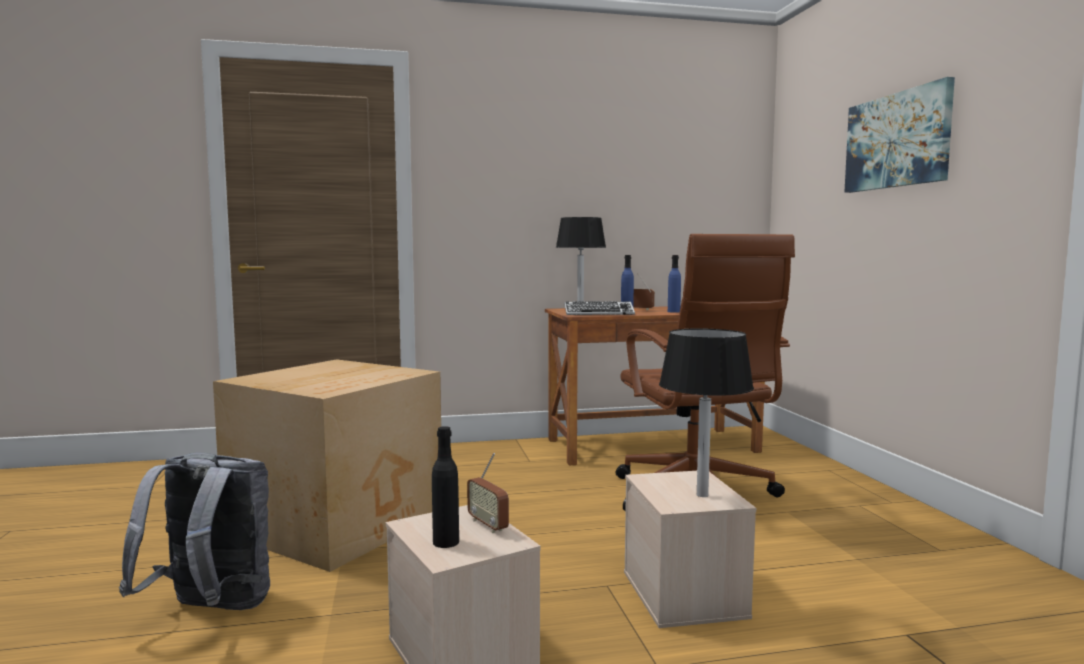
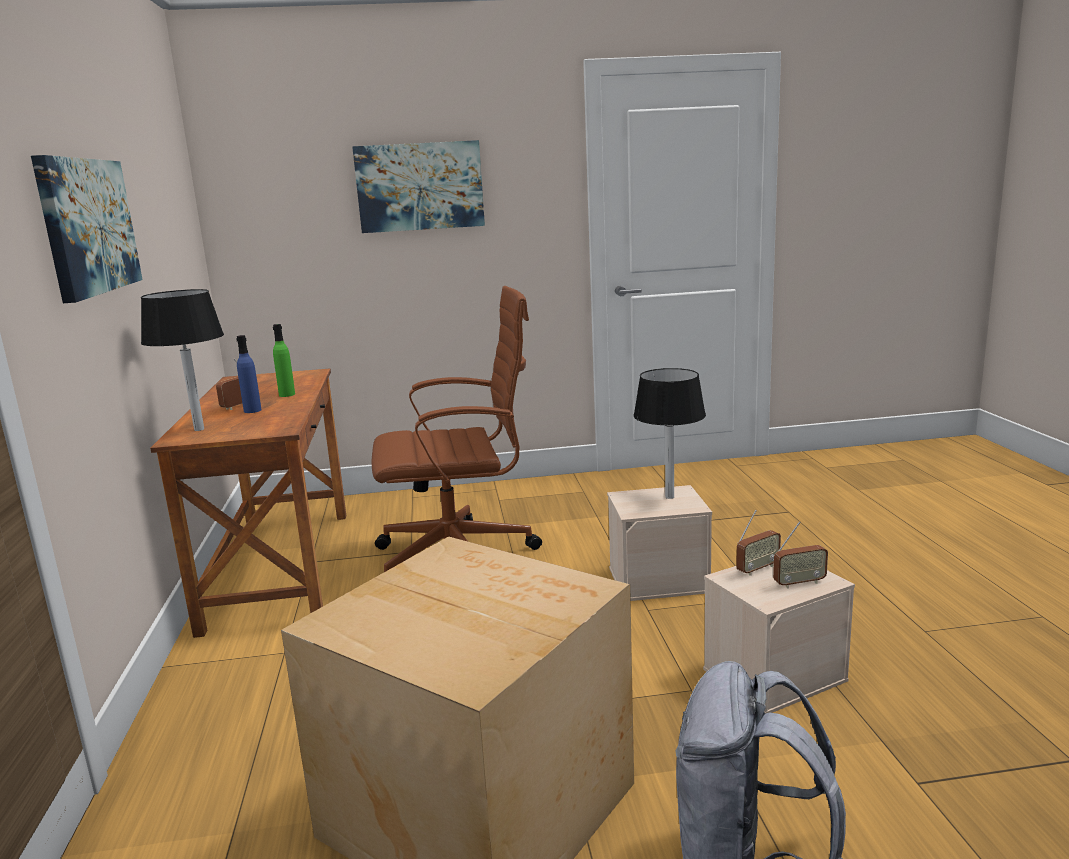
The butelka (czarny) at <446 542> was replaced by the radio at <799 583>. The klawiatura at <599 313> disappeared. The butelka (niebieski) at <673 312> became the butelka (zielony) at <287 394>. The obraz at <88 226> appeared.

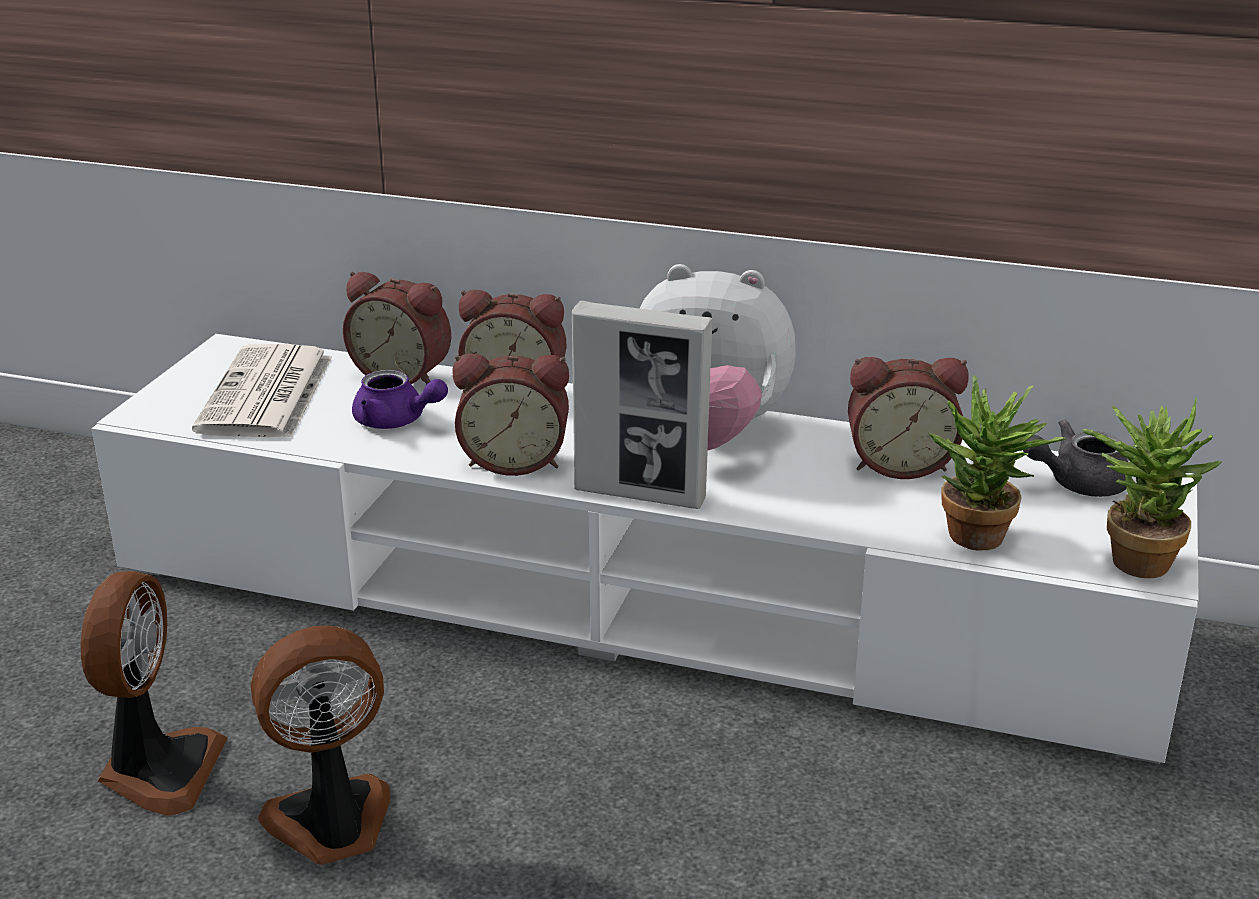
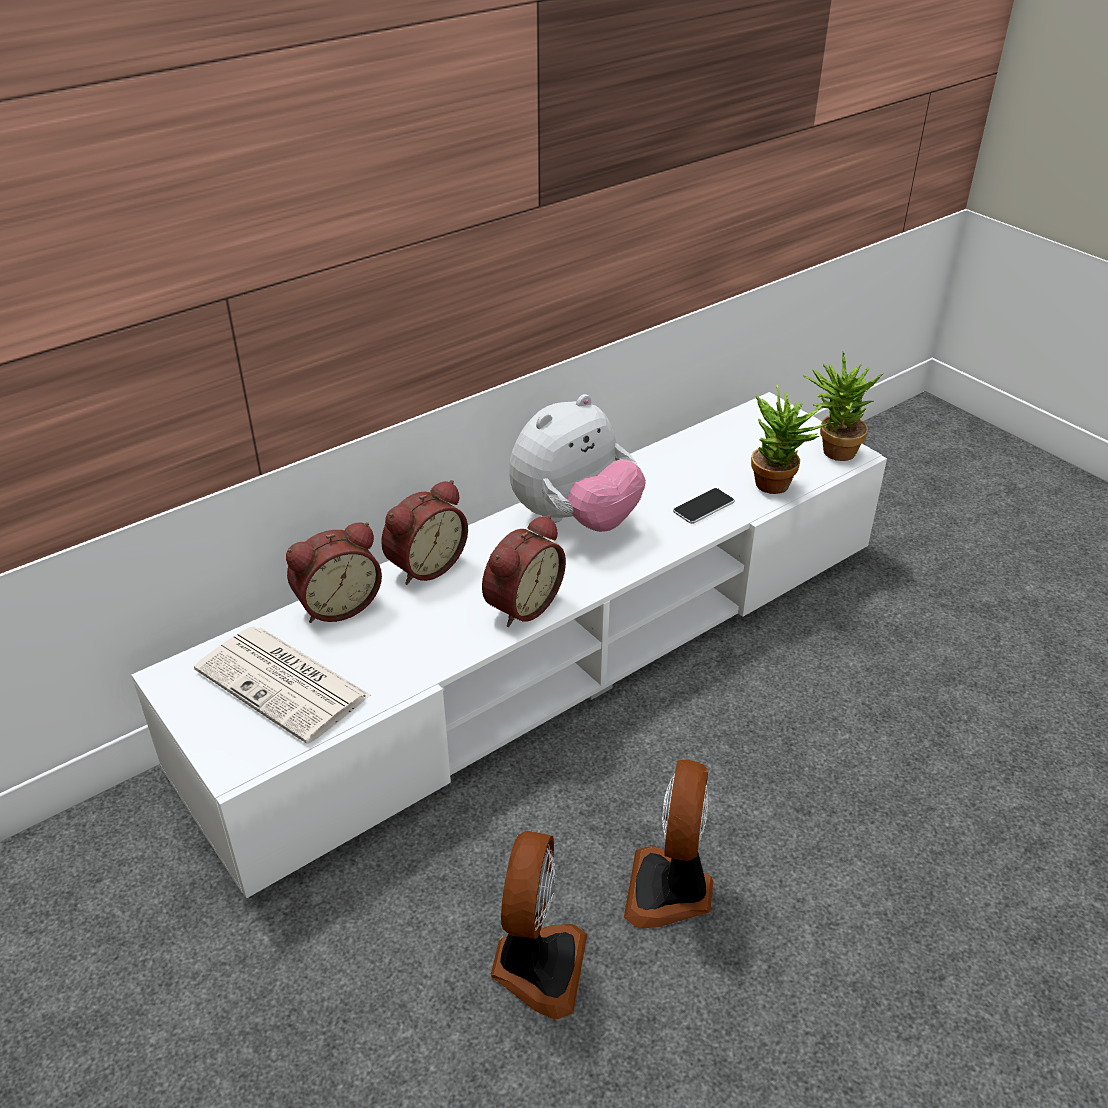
The wentylator at <158 770> turned 60 degrees clockwise. The imbryk (fioletowy) at <397 421> disappeared. The ramka na zdjęcie at <640 494> disappeared. The budzik at <899 463> disappeared. The imbryk (szary) at <1076 483> disappeared. The telefon at <703 507> appeared.

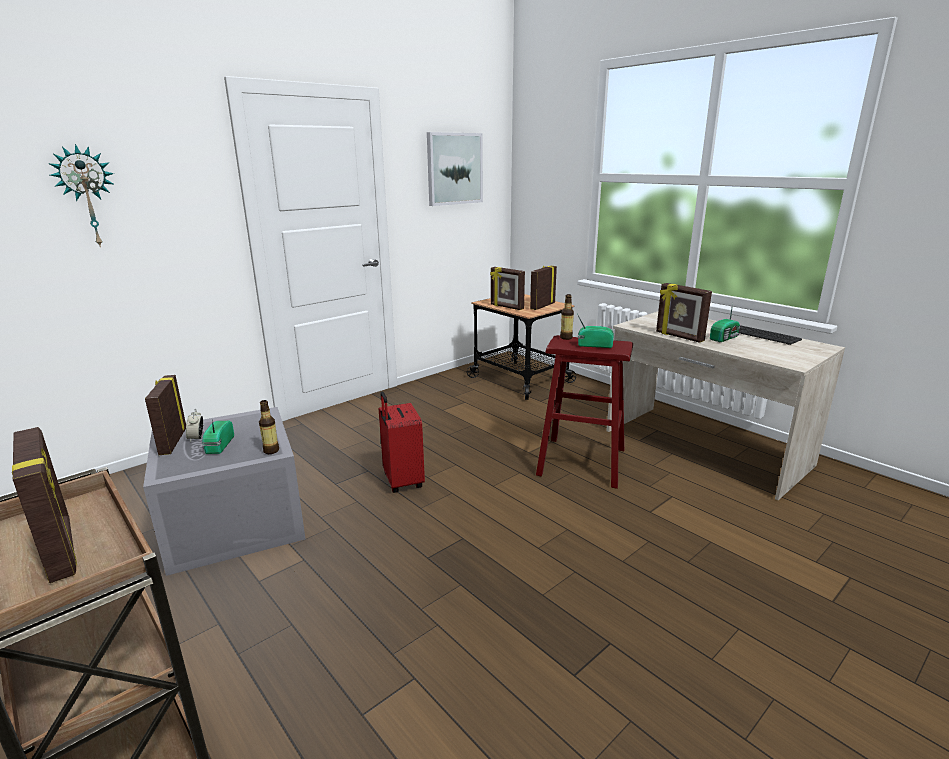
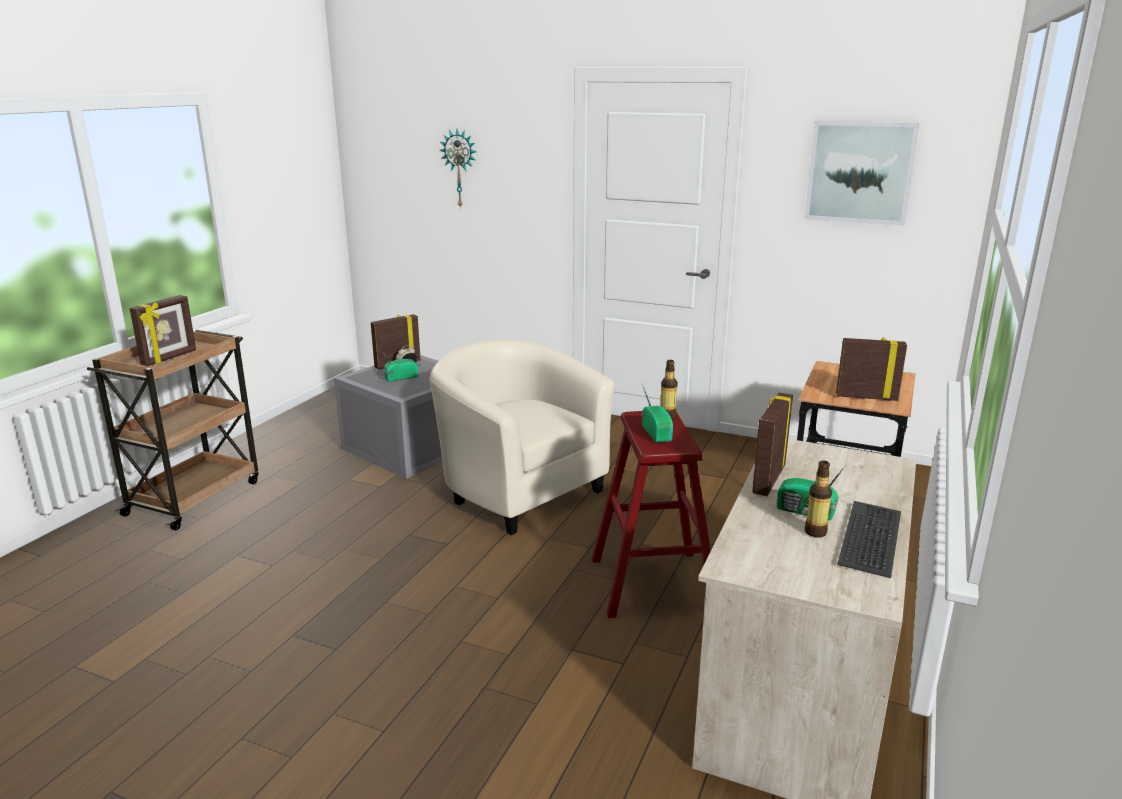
The butelka moved from <271 451> to <815 532>. The walizka (czerwony) at <402 482> was replaced by the fotel (beżowy) at <518 491>. The ramka na zdjęcie at <506 307> disappeared.

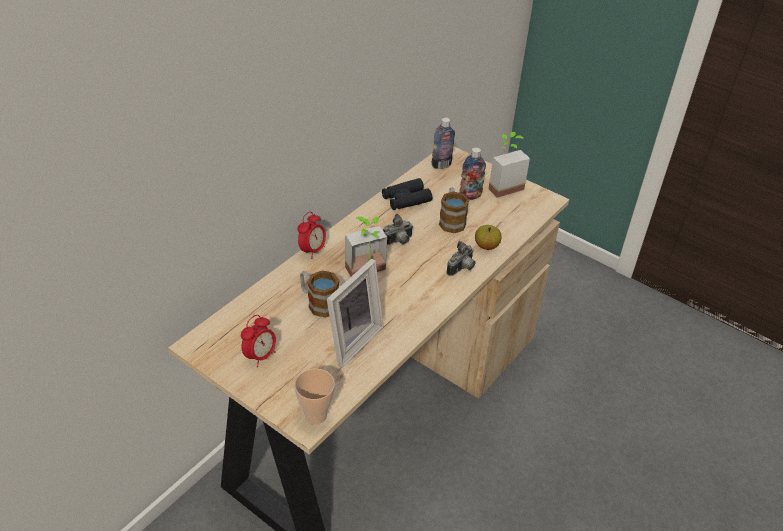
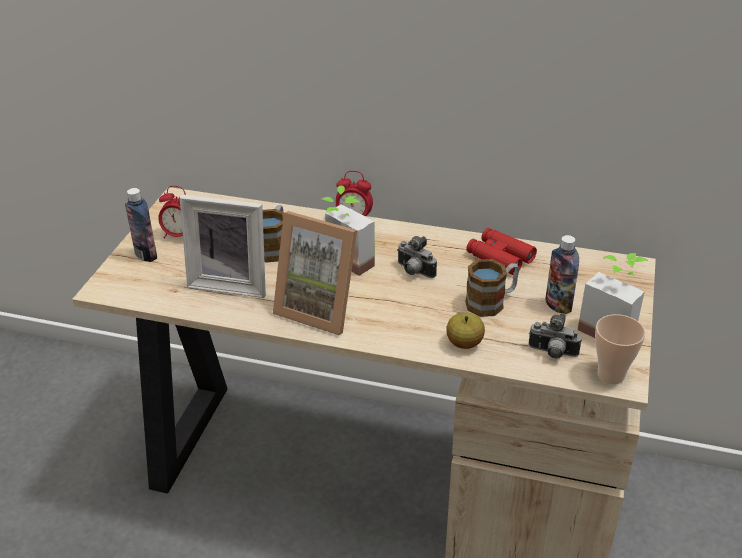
The filiżanka moved from <315 415> to <611 375>. The lornetka (czarny) at <406 199> became the lornetka (czerwony) at <500 257>. The butelka moved from <441 165> to <146 255>. The aparat fotograficzny moved from <462 269> to <552 353>. The ramka na zdjęcie at <320 308> appeared.

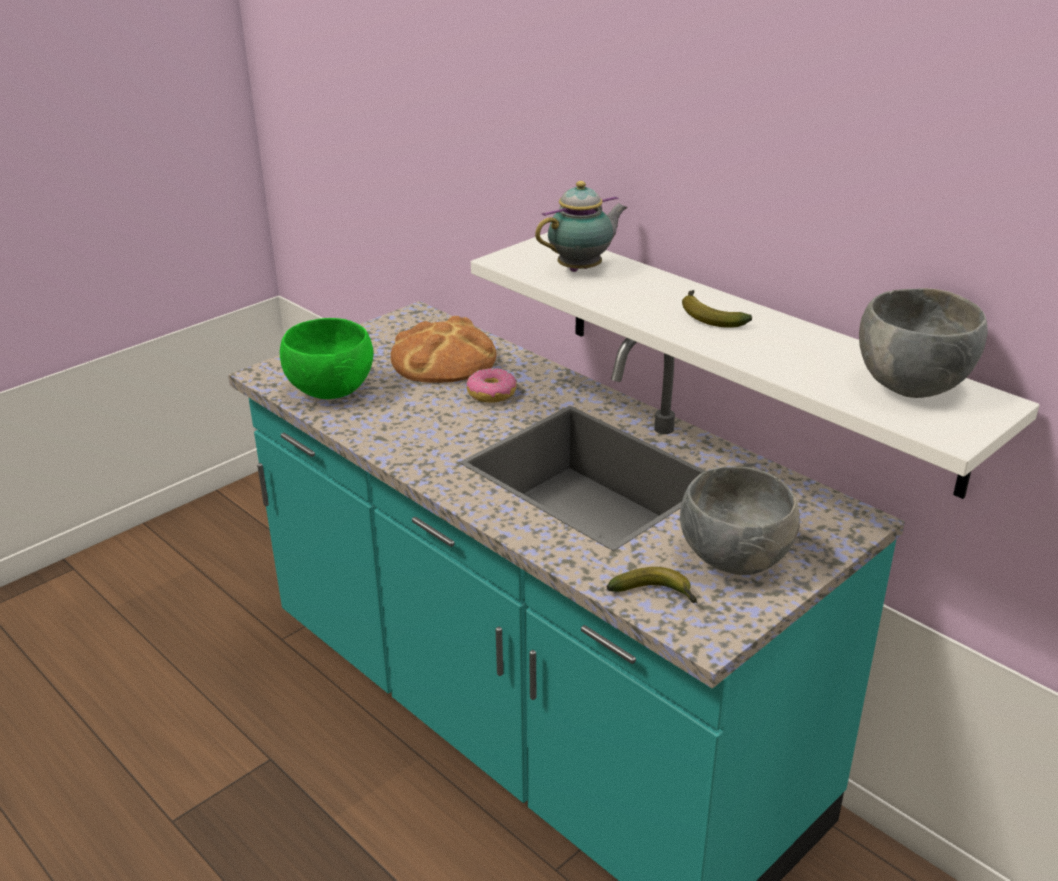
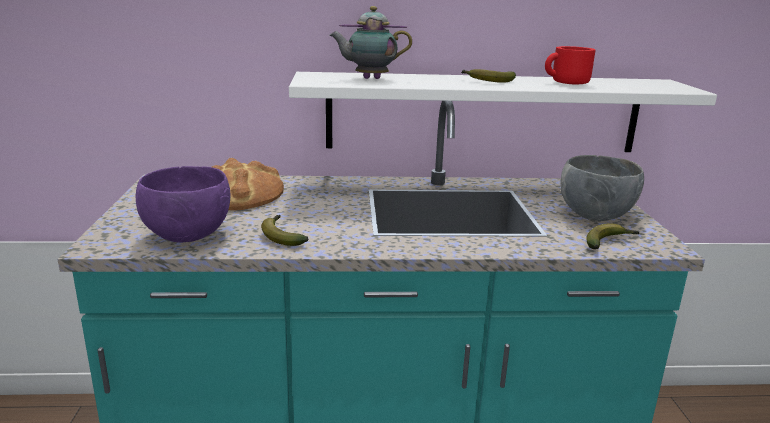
The miska (zielony) at <330 390> became the miska (fioletowy) at <187 235>. The donut at <491 394> disappeared. The imbryk at <582 269> turned 105 degrees counterclockwise. The miska (szary) at <910 386> disappeared. The banan at <282 236> appeared. The kubek (czerwony) at <567 83> appeared.

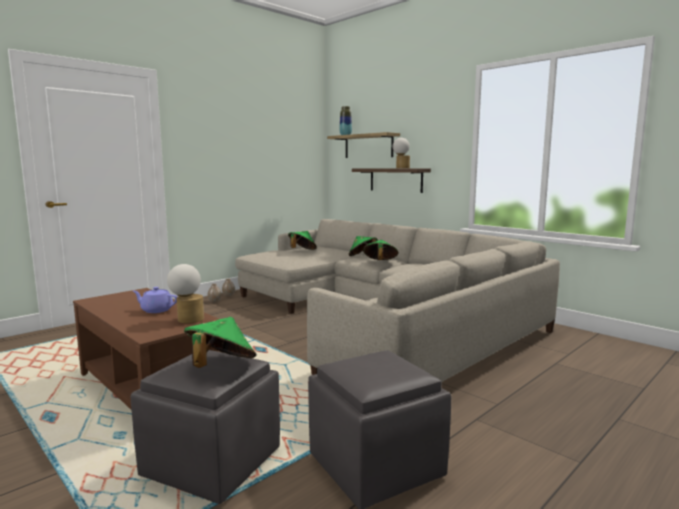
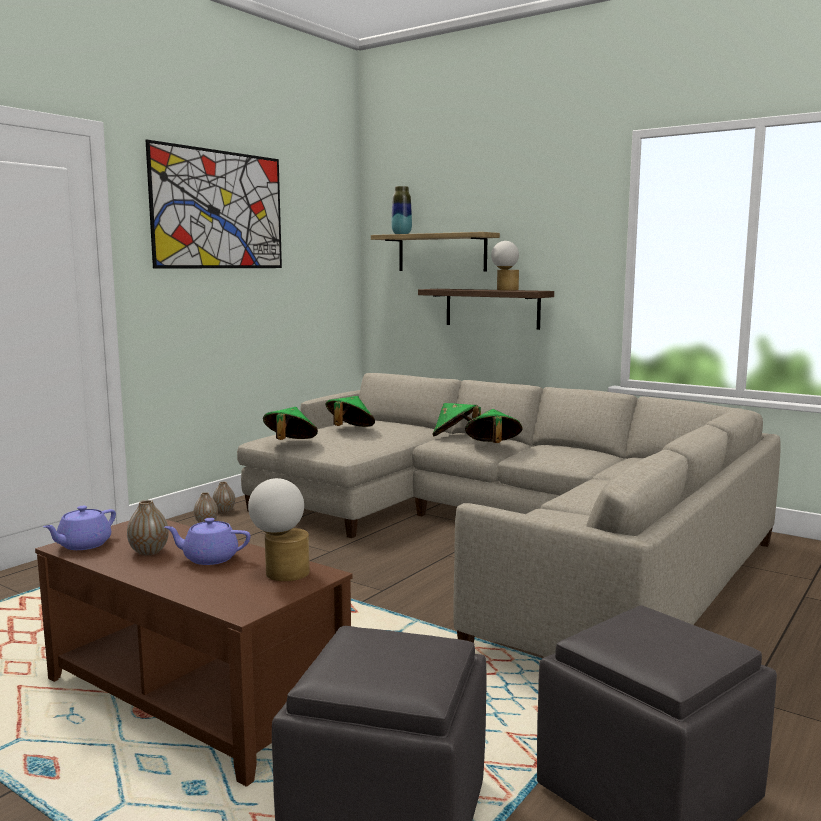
The kapelusz (zielony) moved from <220 366> to <290 443>. The imbryk (fioletowy) at <83 545> appeared. The wazon at <149 552> appeared. The obraz at <219 210> appeared.

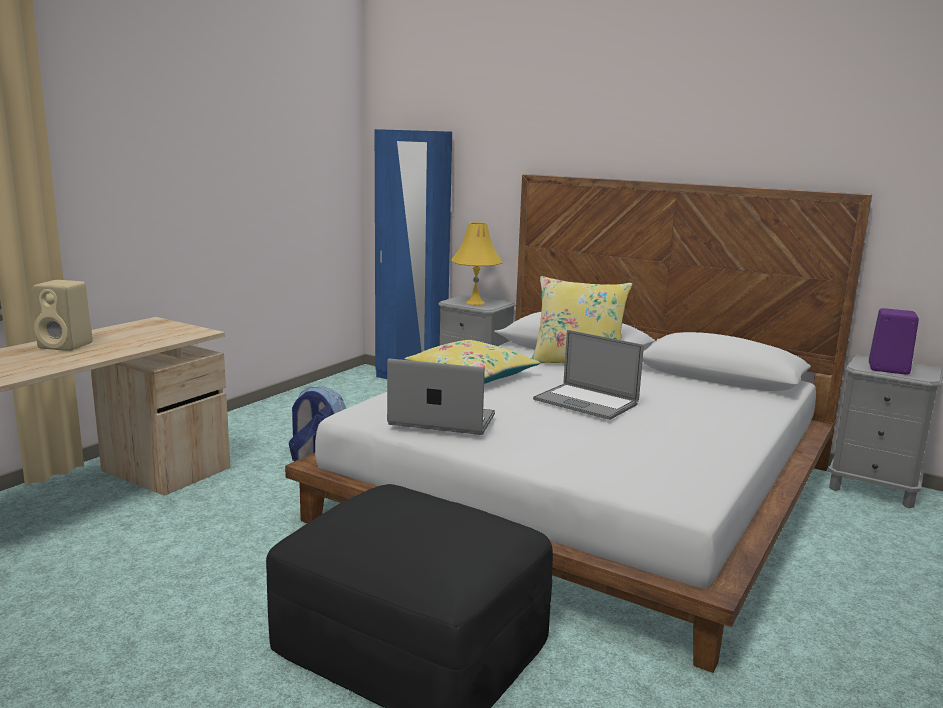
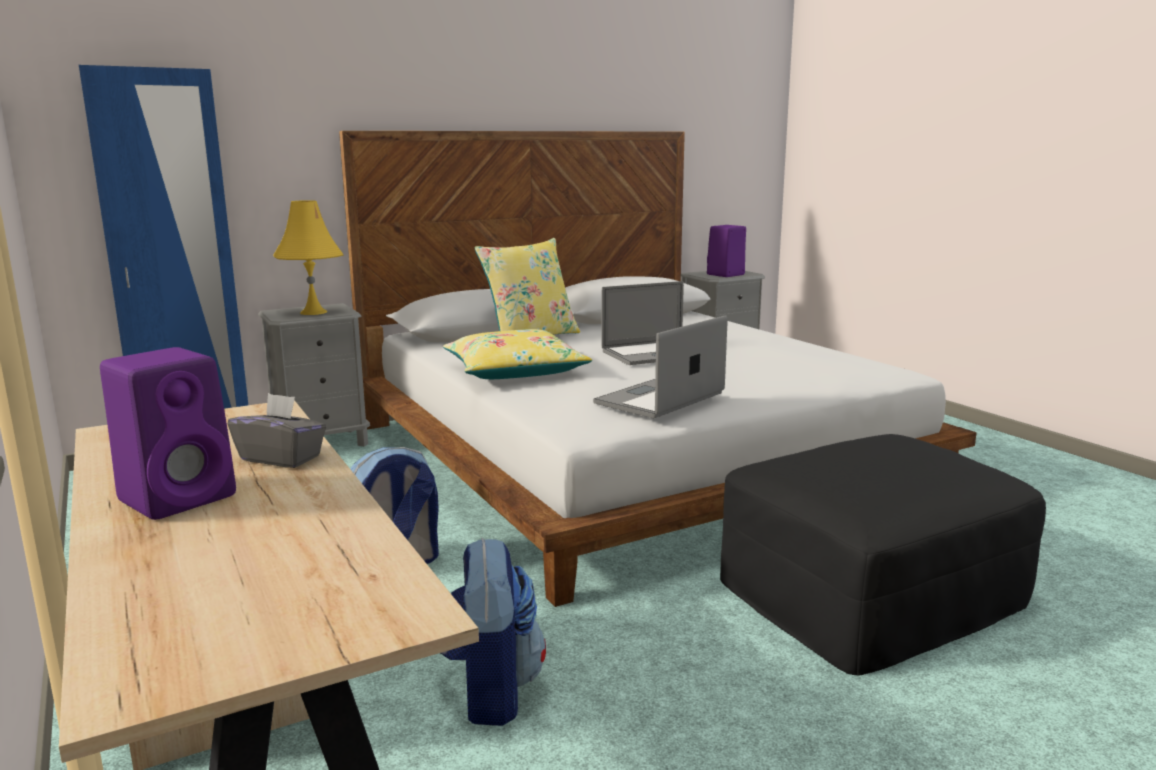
The głośnik (beżowy) at <67 345> became the głośnik (fioletowy) at <181 497>. The pudełko chusteczek (szary) at <281 458> appeared. The plecak at <489 691> appeared.

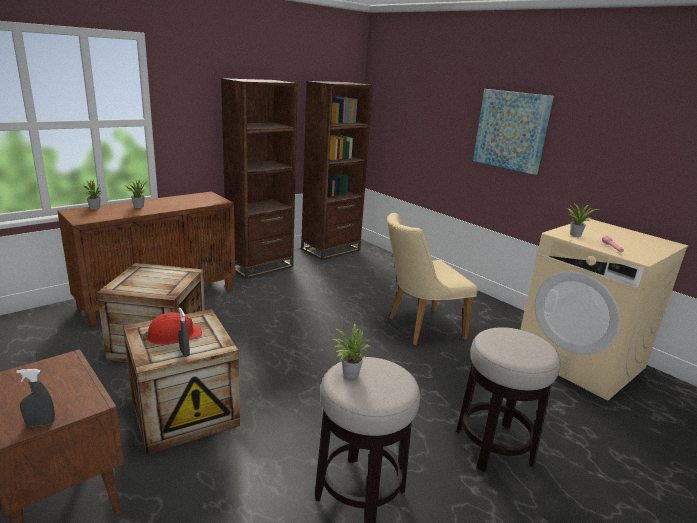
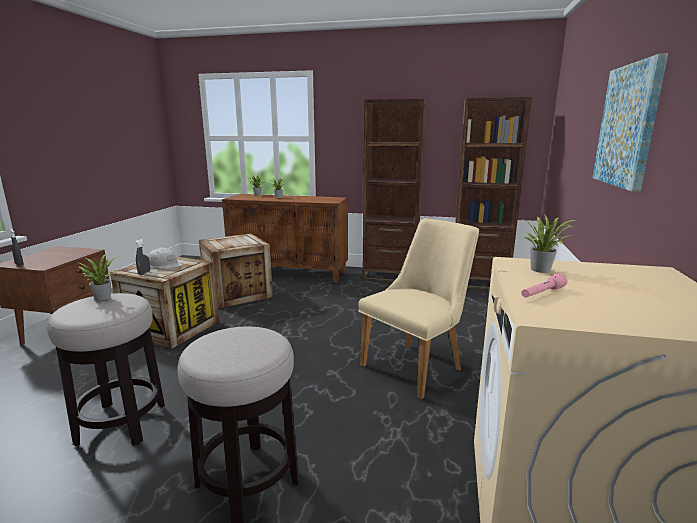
The kask (czerwony) at <173 335> became the kask (biały) at <164 265>. The krzesło (beżowy) at <419 327> turned 105 degrees clockwise.

